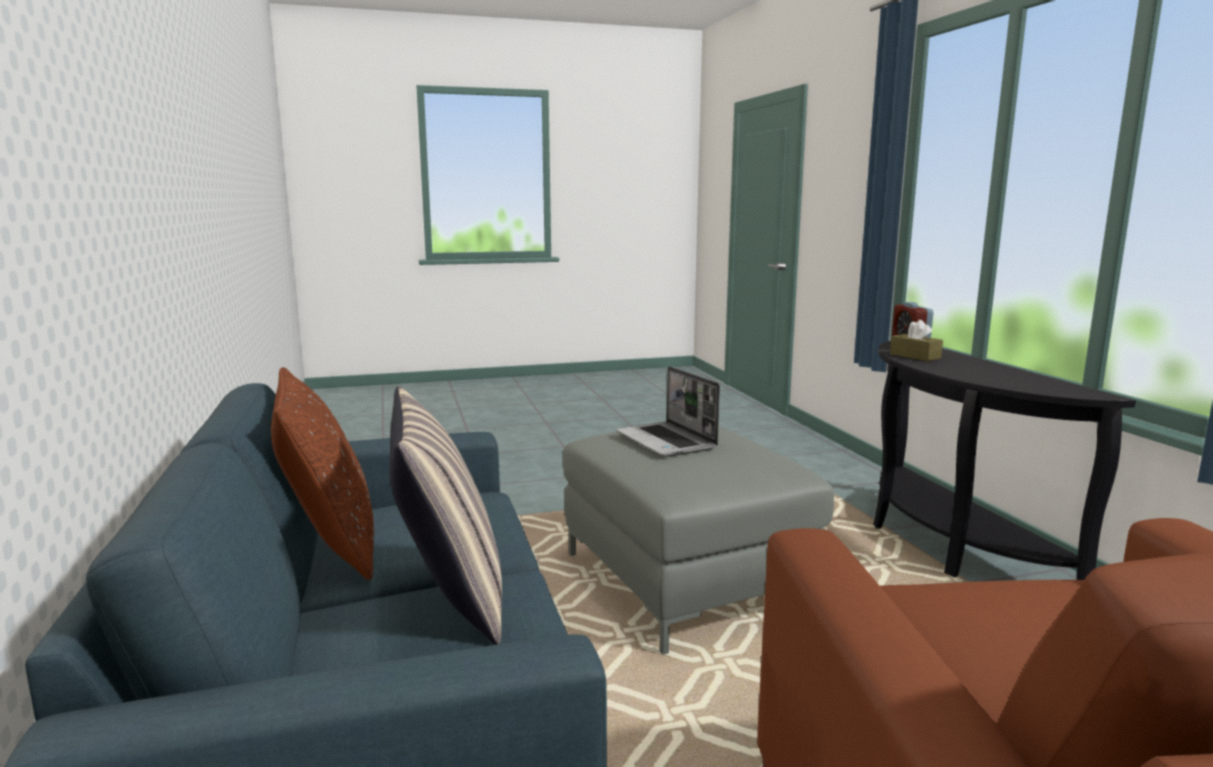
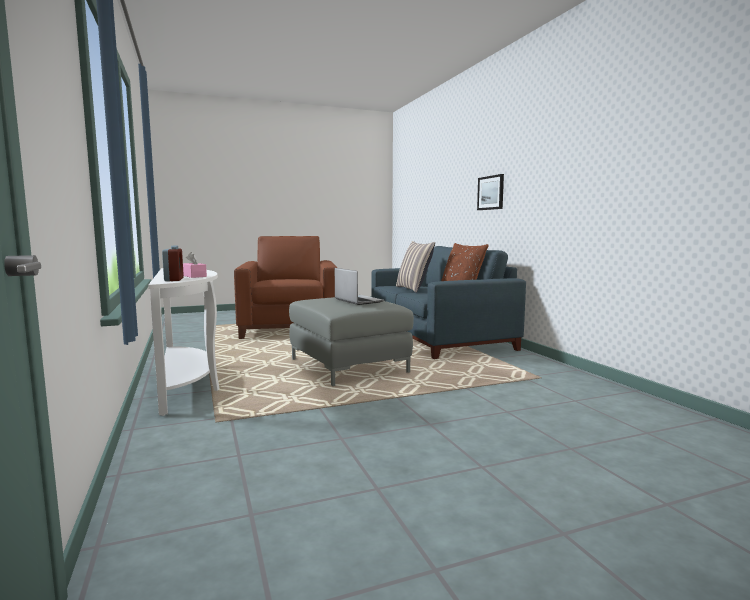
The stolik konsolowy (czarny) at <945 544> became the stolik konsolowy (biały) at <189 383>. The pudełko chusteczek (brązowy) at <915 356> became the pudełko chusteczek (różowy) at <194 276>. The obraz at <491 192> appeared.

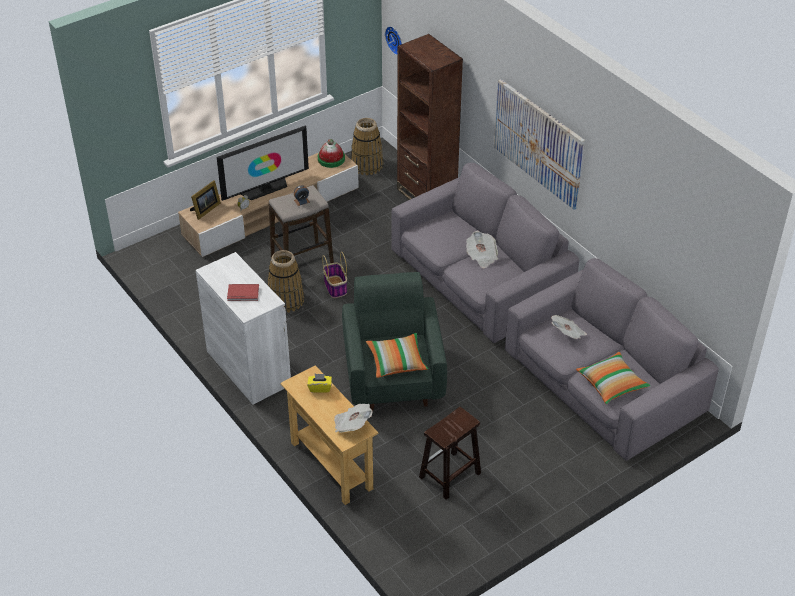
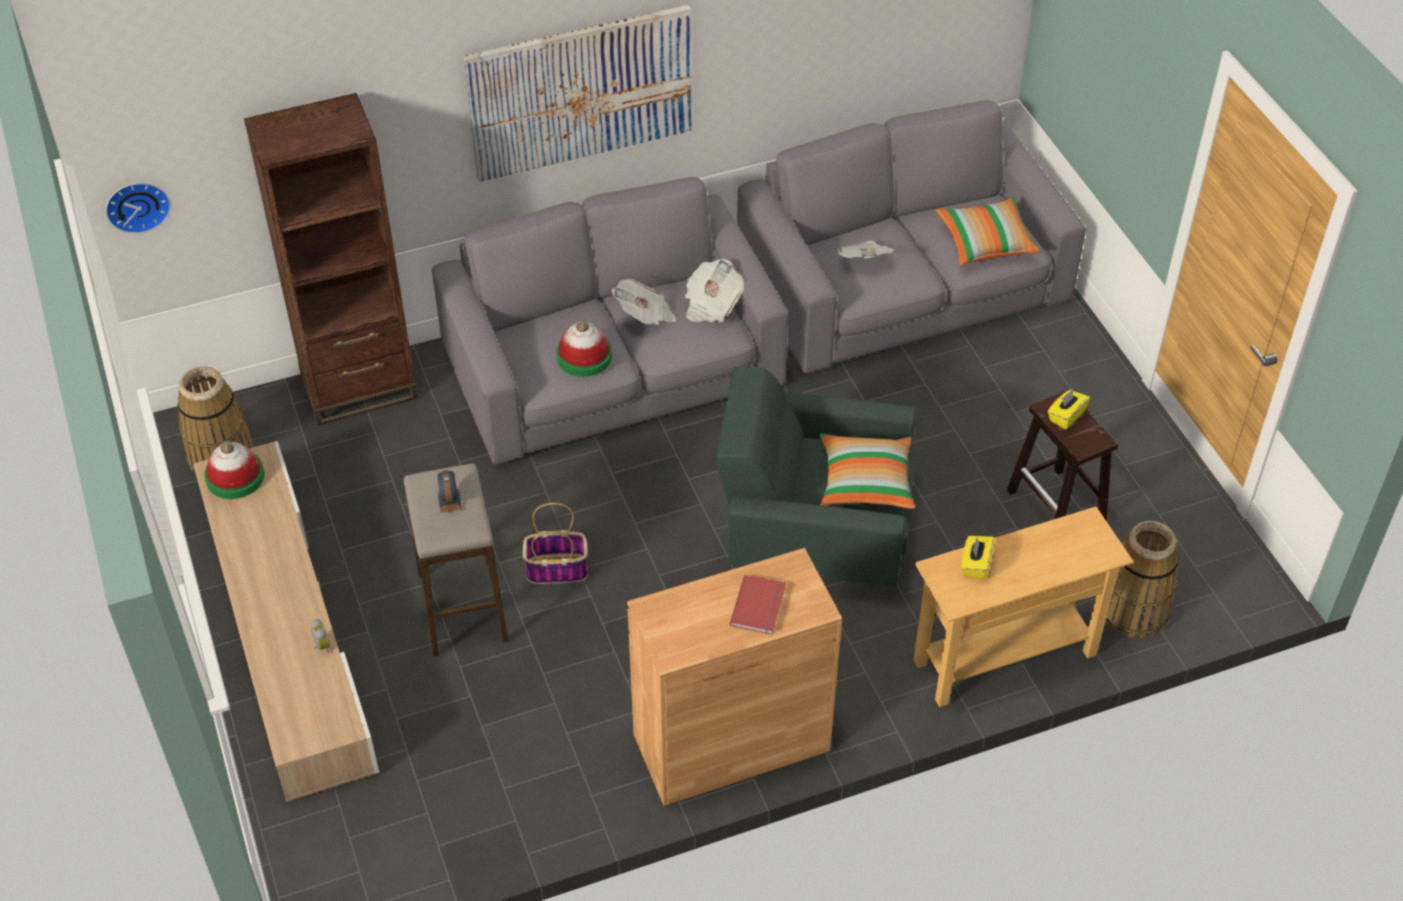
The ramka na zdjęcie at <205 210> disappeared. The szafka (biały) at <248 368> became the szafka (brązowy) at <731 742>. The telewizor at <265 189> disappeared. The koszyk moved from <286 300> to <1133 609>. The gazeta moved from <352 425> to <711 304>. The kapelusz at <584 356> appeared. The pudełko chusteczek (żółty) at <1066 416> appeared.

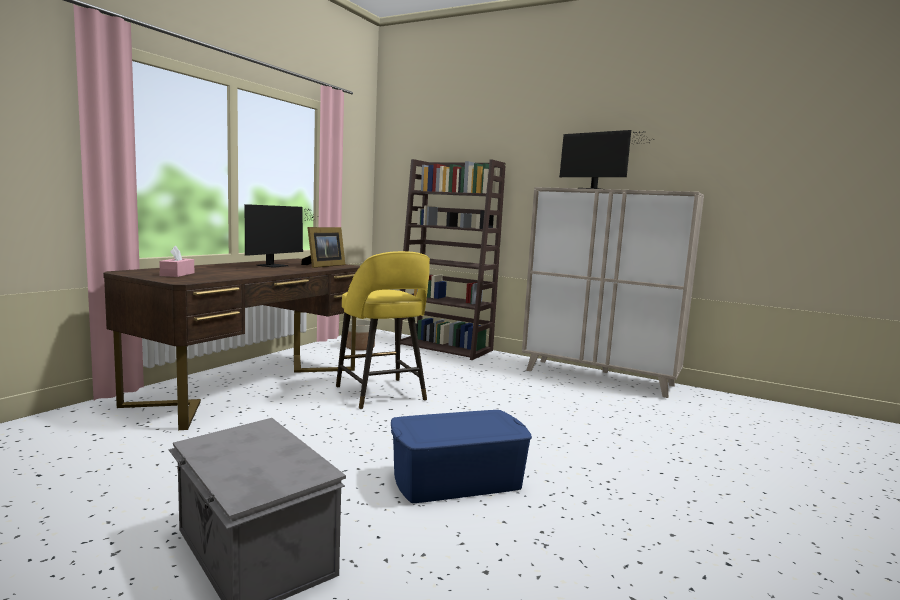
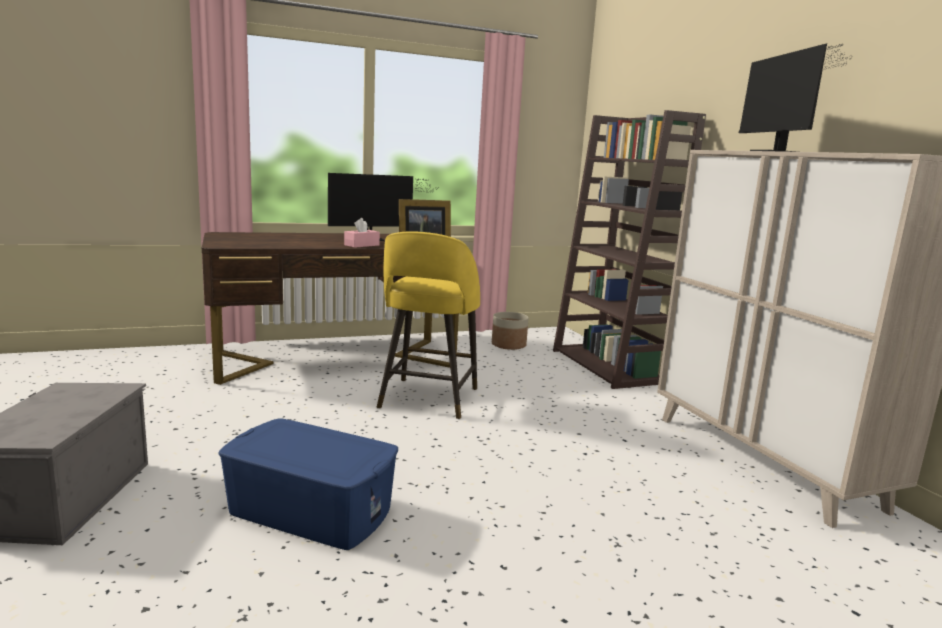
The pudełko chusteczek (różowy) moved from <177 274> to <362 245>.

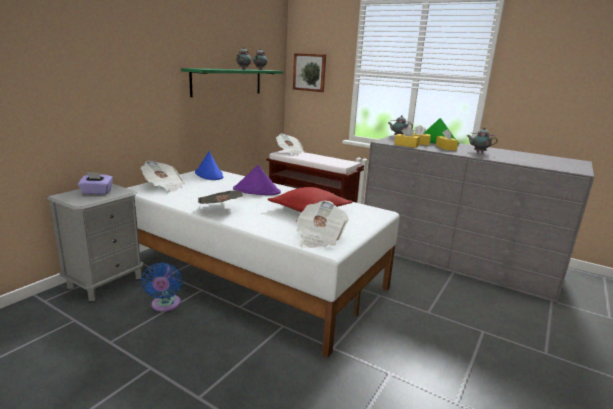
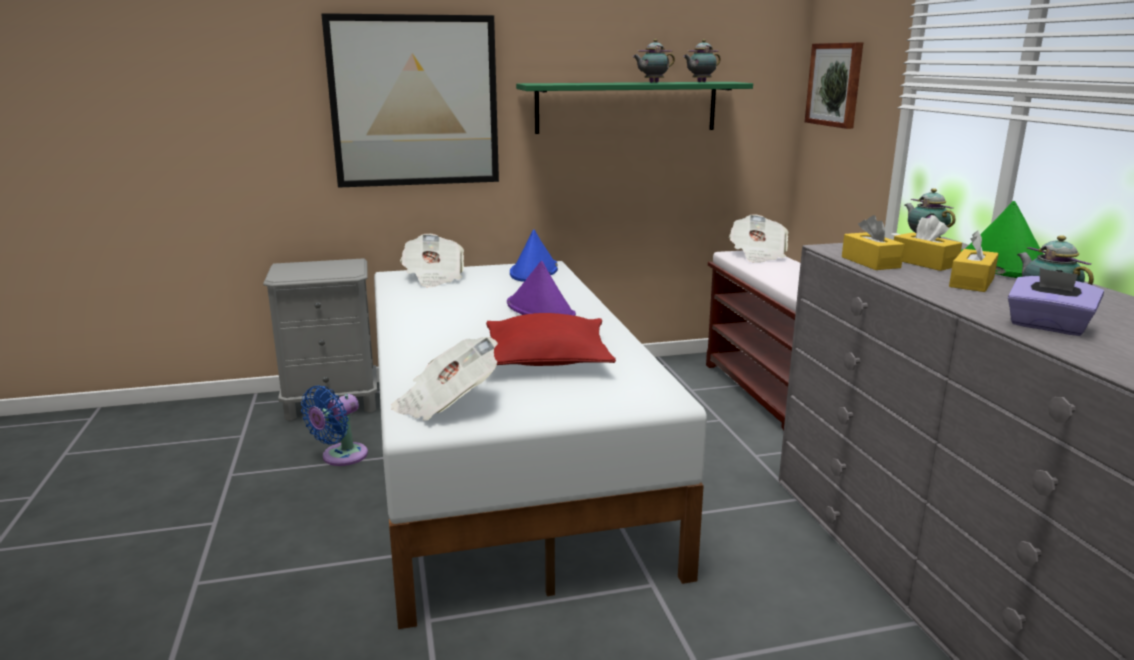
The pudełko chusteczek (fioletowy) moved from <96 192> to <1048 326>. The gazeta at <220 209> disappeared. The obraz at <414 101> appeared.

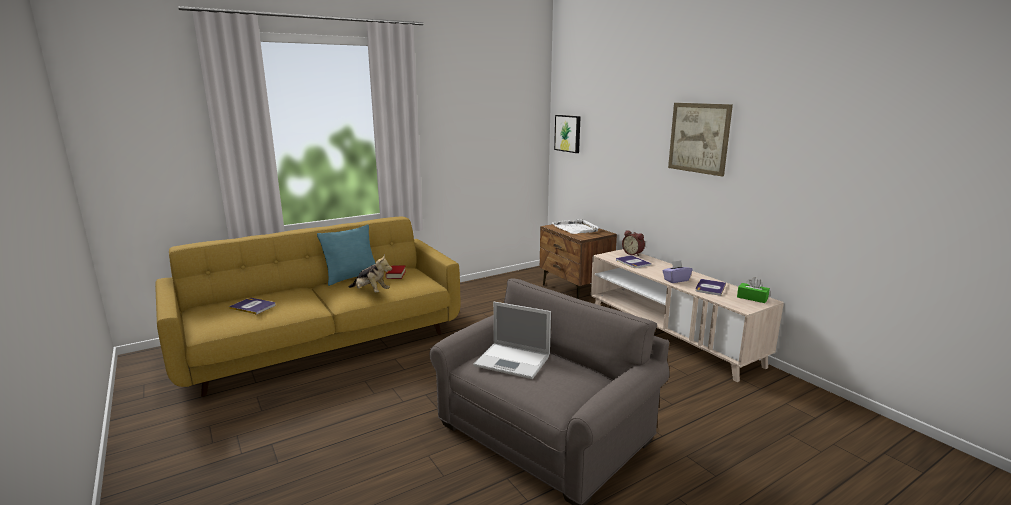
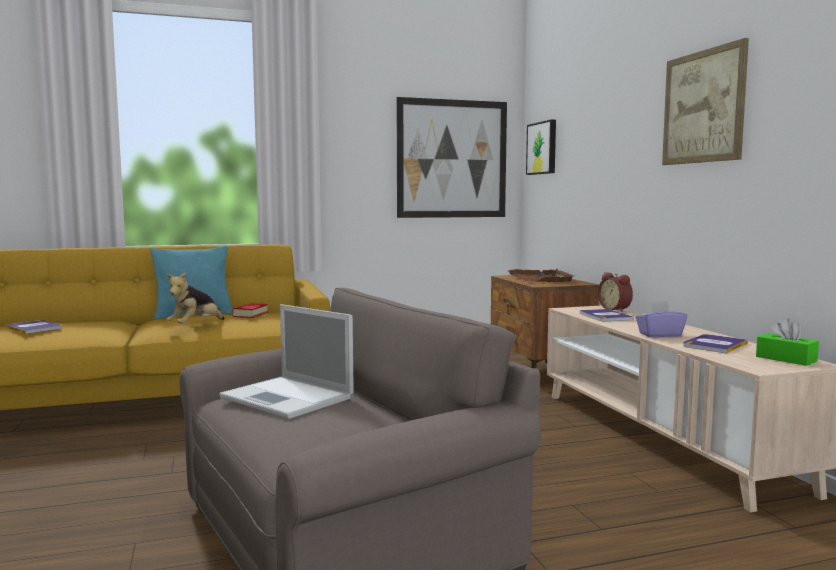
The pluszak at <370 292> turned 75 degrees clockwise. The taca (biały) at <576 228> became the taca (brązowy) at <541 279>. The obraz at <452 159> appeared.

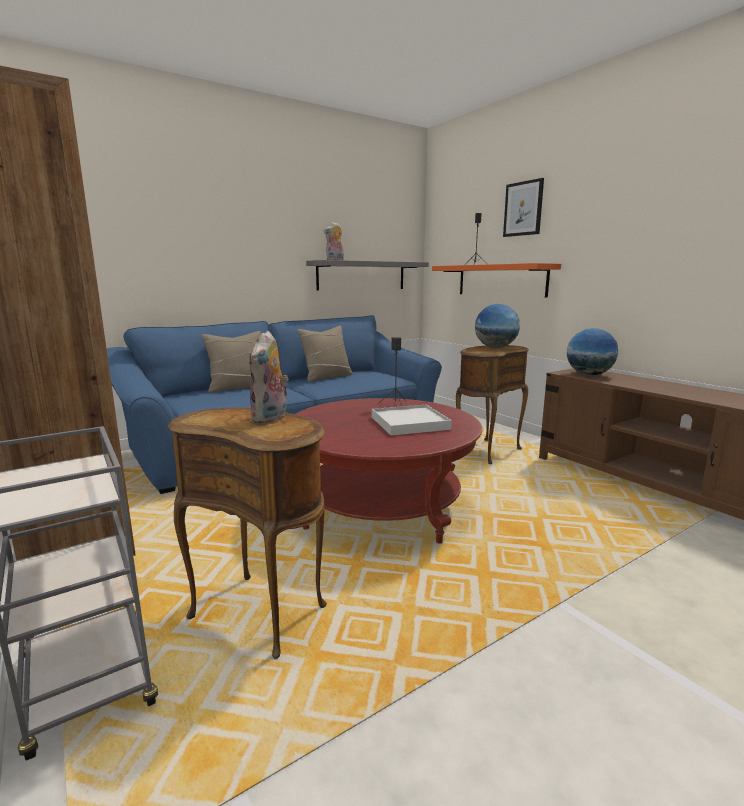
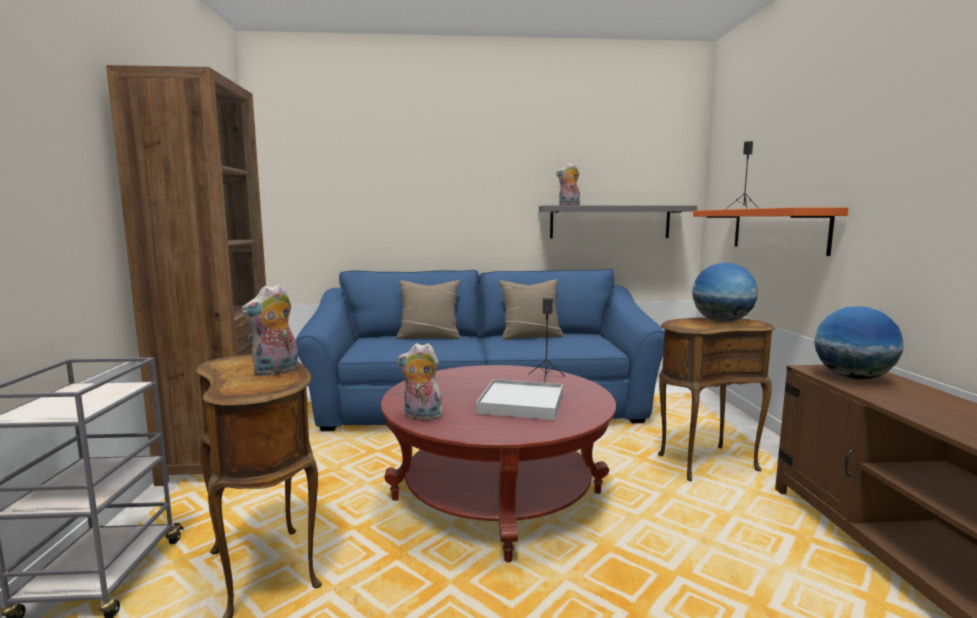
The obraz at <523 209> disappeared. The pluszak at <421 416> appeared.

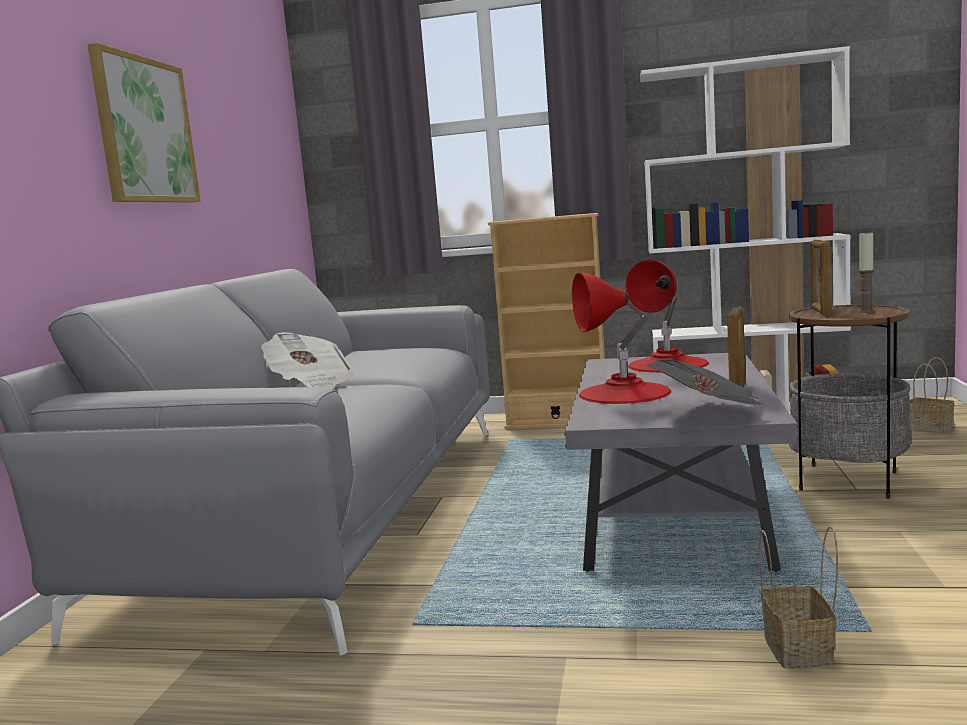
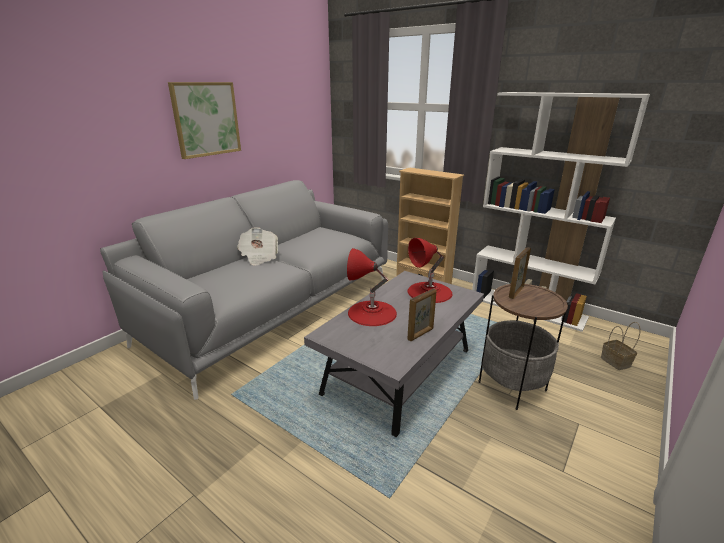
The gazeta at <709 413> disappeared. The koszyk at <800 651> disappeared. The świeca at <866 311> disappeared.

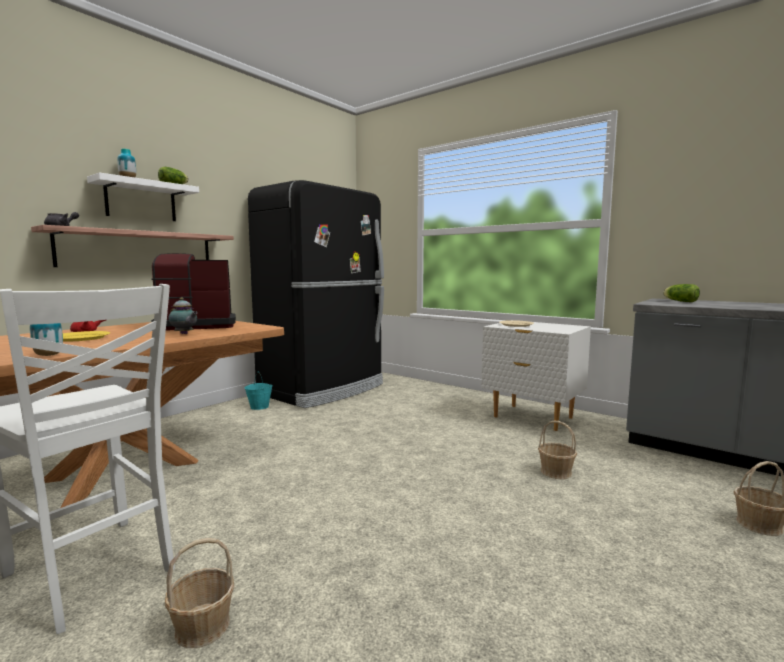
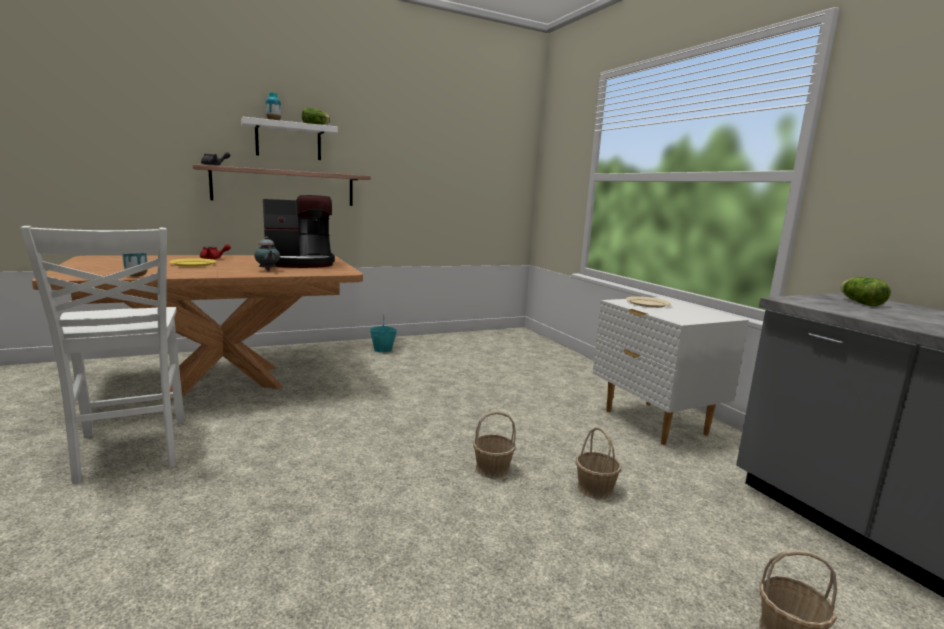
The ekspres do kawy at <196 325> turned 150 degrees clockwise. The koszyk moved from <202 626> to <492 469>. The lodówka (czarny) at <324 389> disappeared.

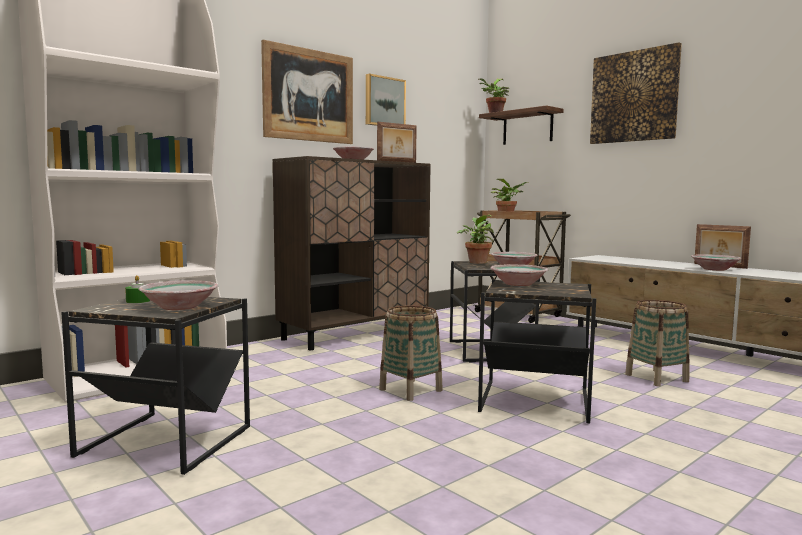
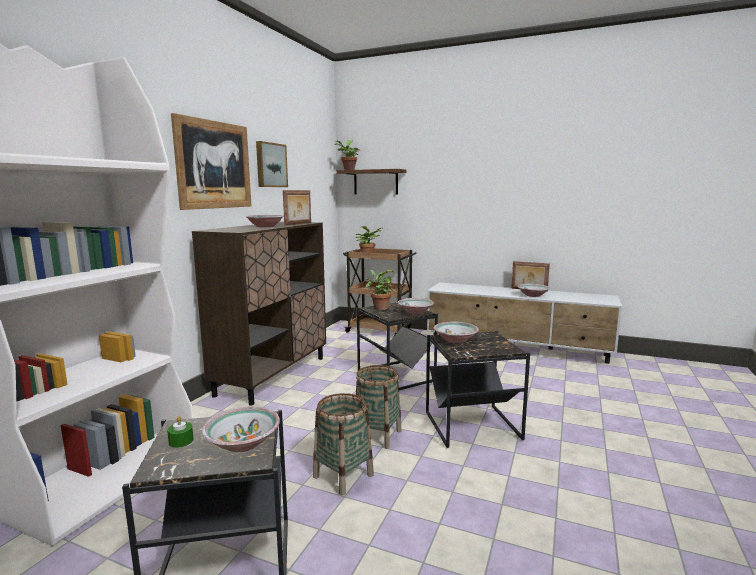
The obraz at <634 96> disappeared. The koszyk moved from <656 378> to <343 476>.

